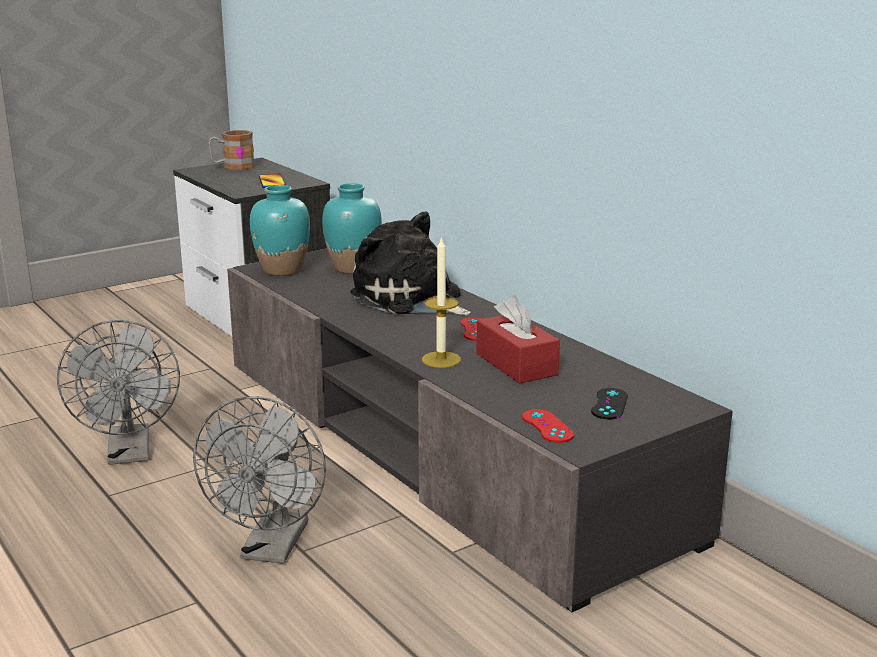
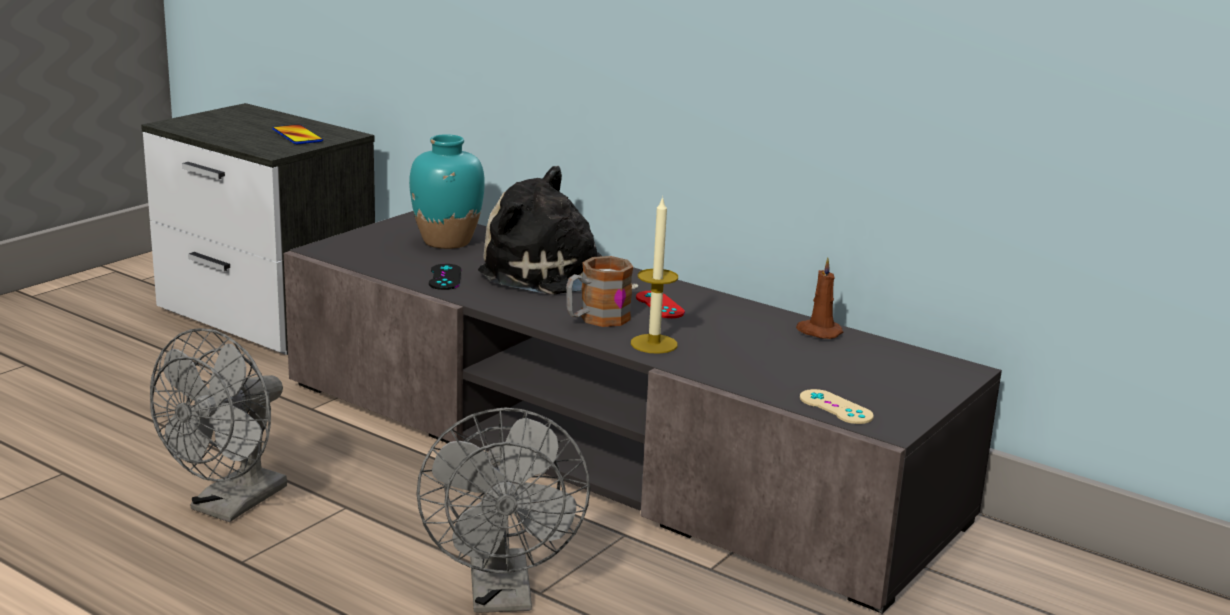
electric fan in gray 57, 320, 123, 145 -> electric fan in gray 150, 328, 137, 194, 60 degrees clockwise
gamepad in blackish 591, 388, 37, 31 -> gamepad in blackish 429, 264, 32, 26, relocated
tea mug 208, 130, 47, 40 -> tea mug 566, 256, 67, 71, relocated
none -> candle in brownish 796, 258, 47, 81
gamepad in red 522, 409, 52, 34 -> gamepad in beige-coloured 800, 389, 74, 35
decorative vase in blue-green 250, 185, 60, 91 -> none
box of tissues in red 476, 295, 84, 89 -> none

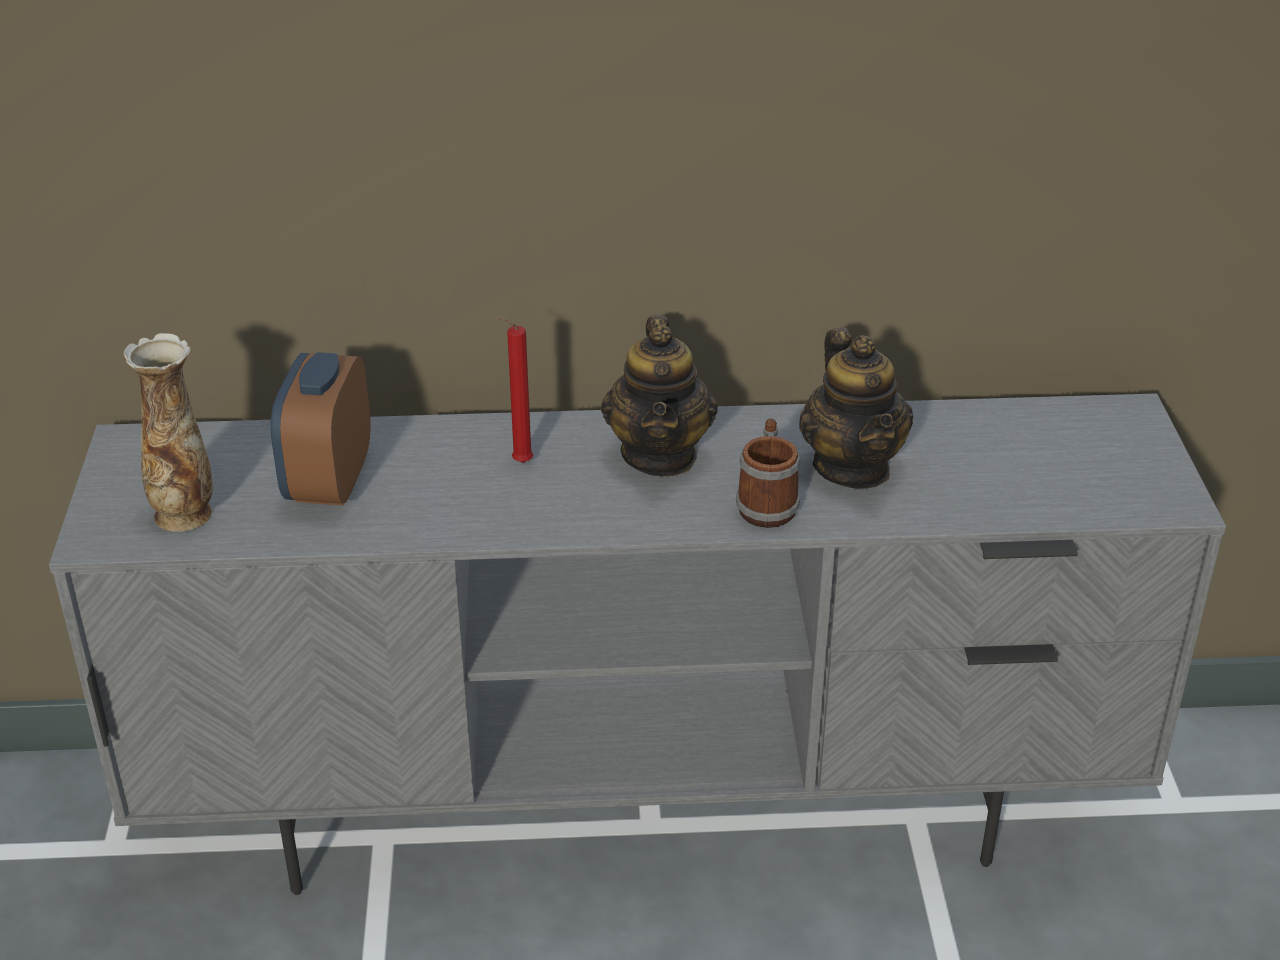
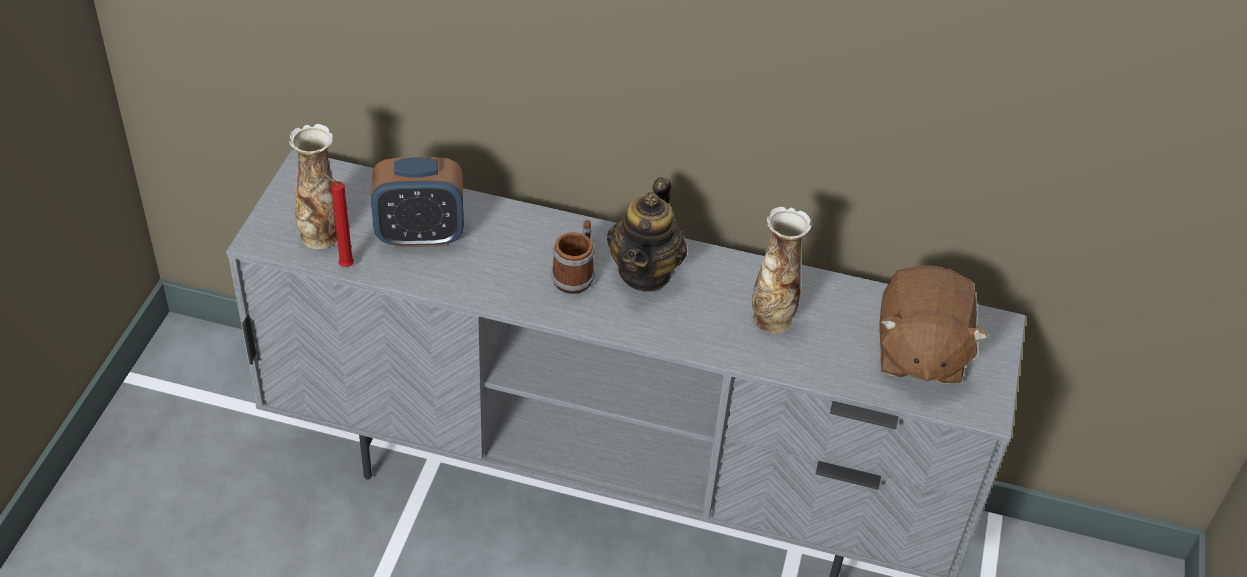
candle in red 496, 316, 37, 147 -> candle in red 324, 174, 30, 93, relocated
table clock 271, 352, 99, 154 -> table clock 371, 157, 93, 90, 120 degrees counterclockwise
tea mug 736, 418, 64, 110 -> tea mug 551, 220, 44, 74, relocated
tea pot 799, 327, 114, 162 -> decorative vase 752, 207, 59, 126
none -> plush toy in brownish 879, 266, 109, 118

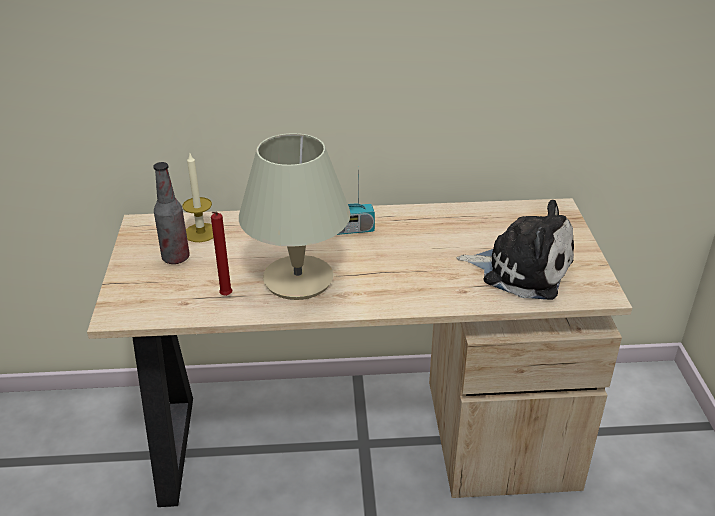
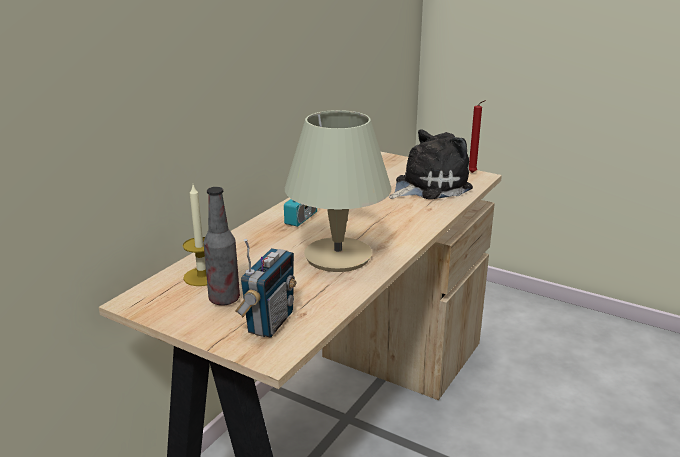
none -> radio receiver 235, 239, 61, 99
candle in red 211, 212, 21, 84 -> candle in red 469, 100, 17, 73, relocated

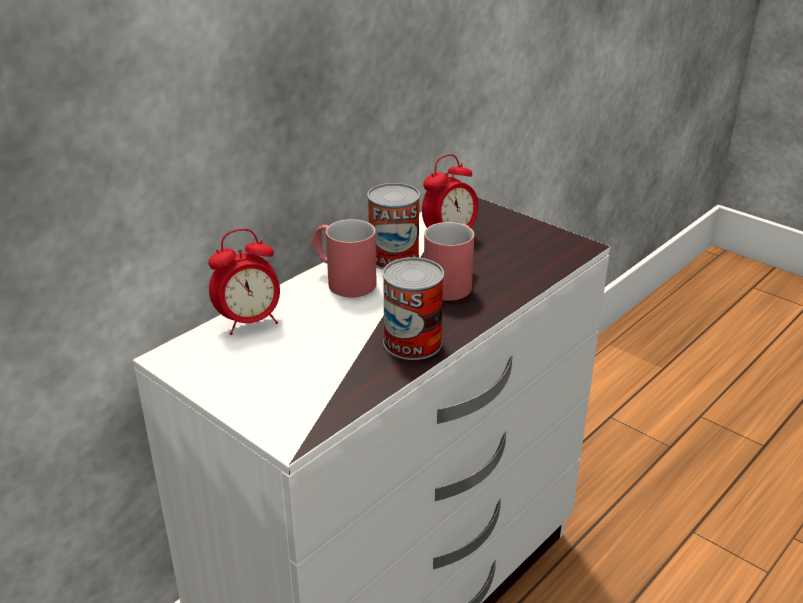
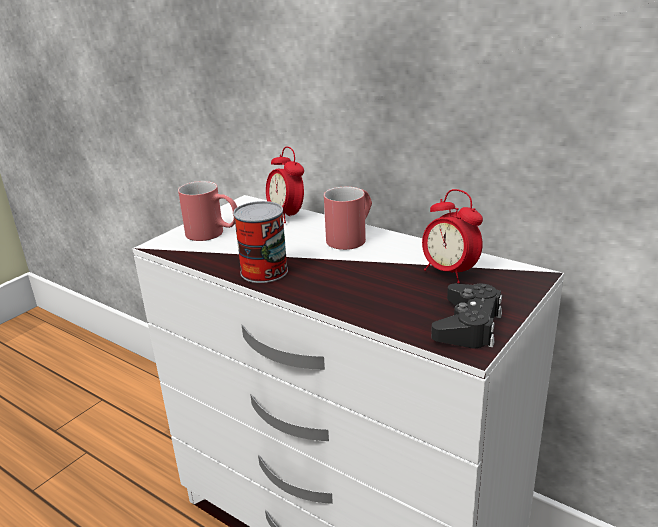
tea mug in red 424, 222, 50, 79 -> tea mug in red 178, 181, 59, 60, relocated
none -> gamepad in blackish 431, 284, 71, 64
sealed can 367, 183, 53, 86 -> none

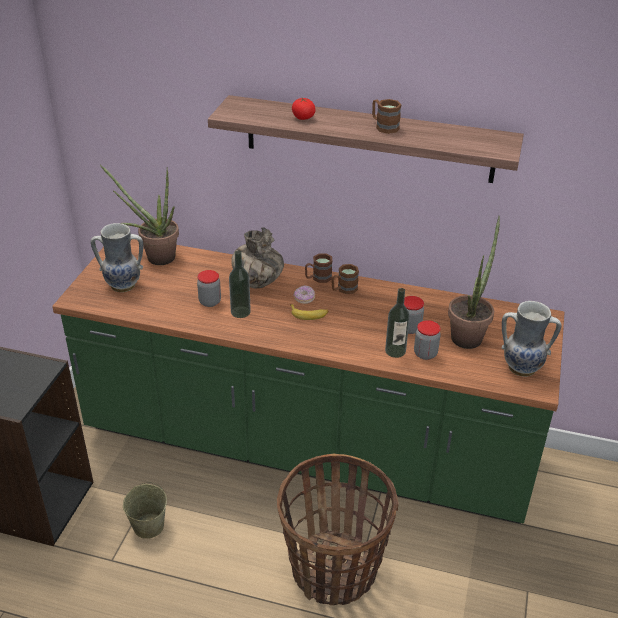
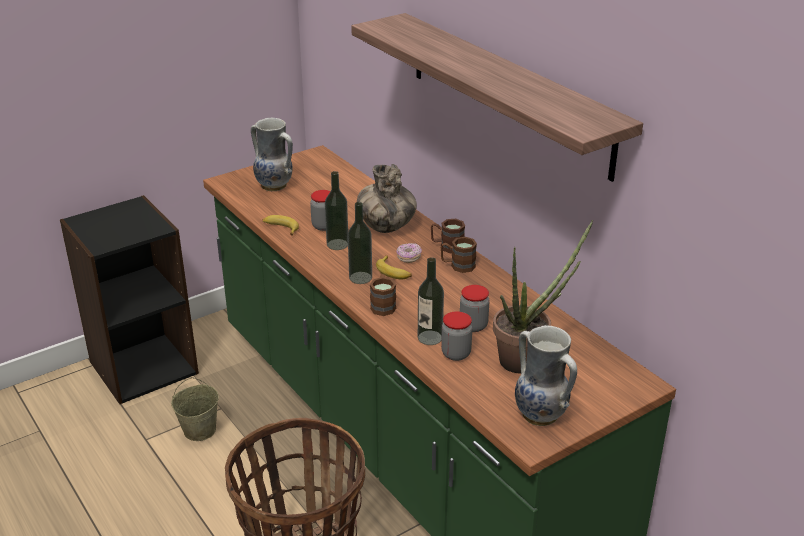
none -> banana 263, 215, 36, 21
none -> drink bottle 348, 202, 24, 82
tea mug in brownish 372, 99, 30, 35 -> tea mug in brownish 370, 274, 26, 42, relocated
potted plant 100, 165, 79, 100 -> none
fresh tomato 292, 98, 24, 22 -> none

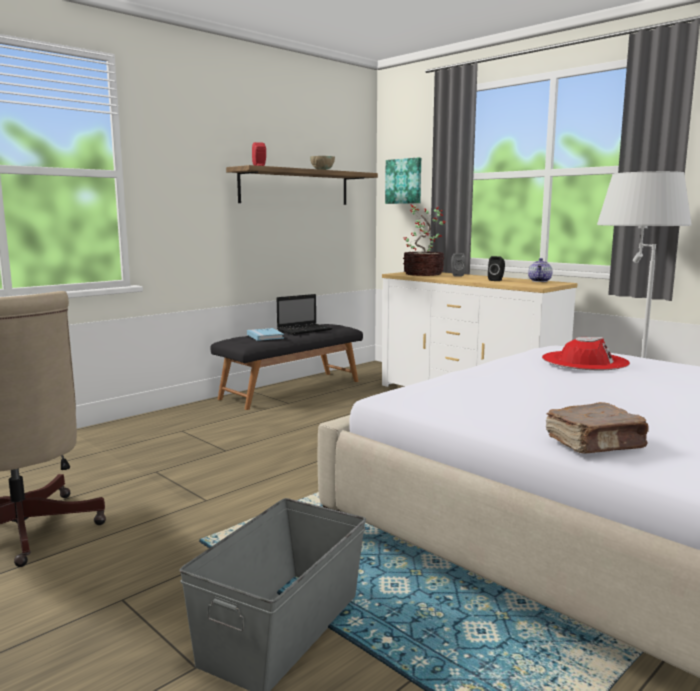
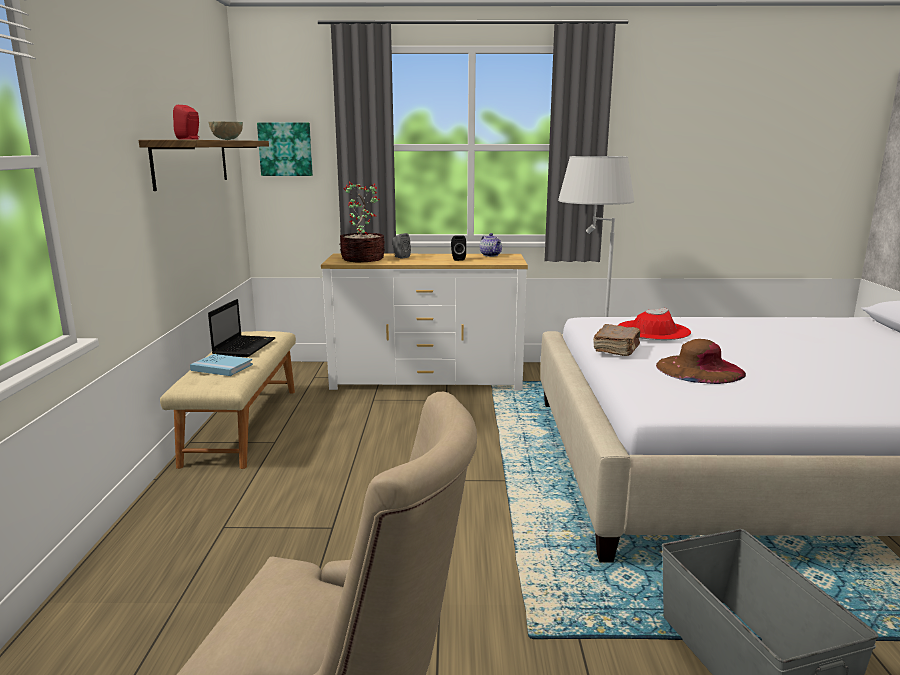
long seat in blackish 210, 324, 153, 86 -> long seat in beige-coloured 160, 331, 136, 138
volume in brownish 546, 402, 103, 52 -> volume in brownish 593, 324, 47, 32, relocated
none -> hat in brownish 656, 339, 90, 45

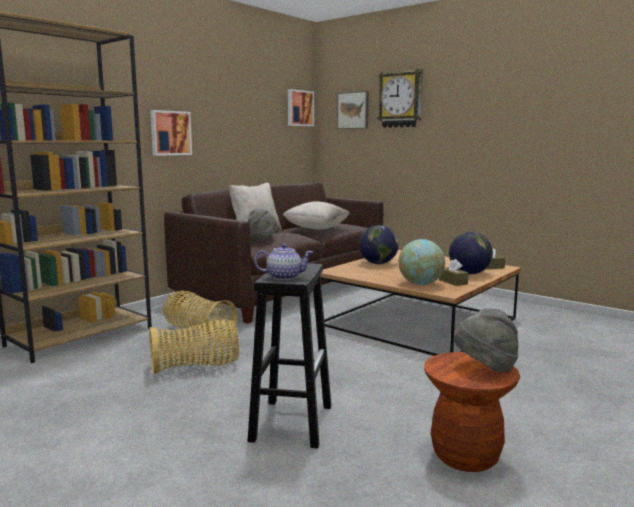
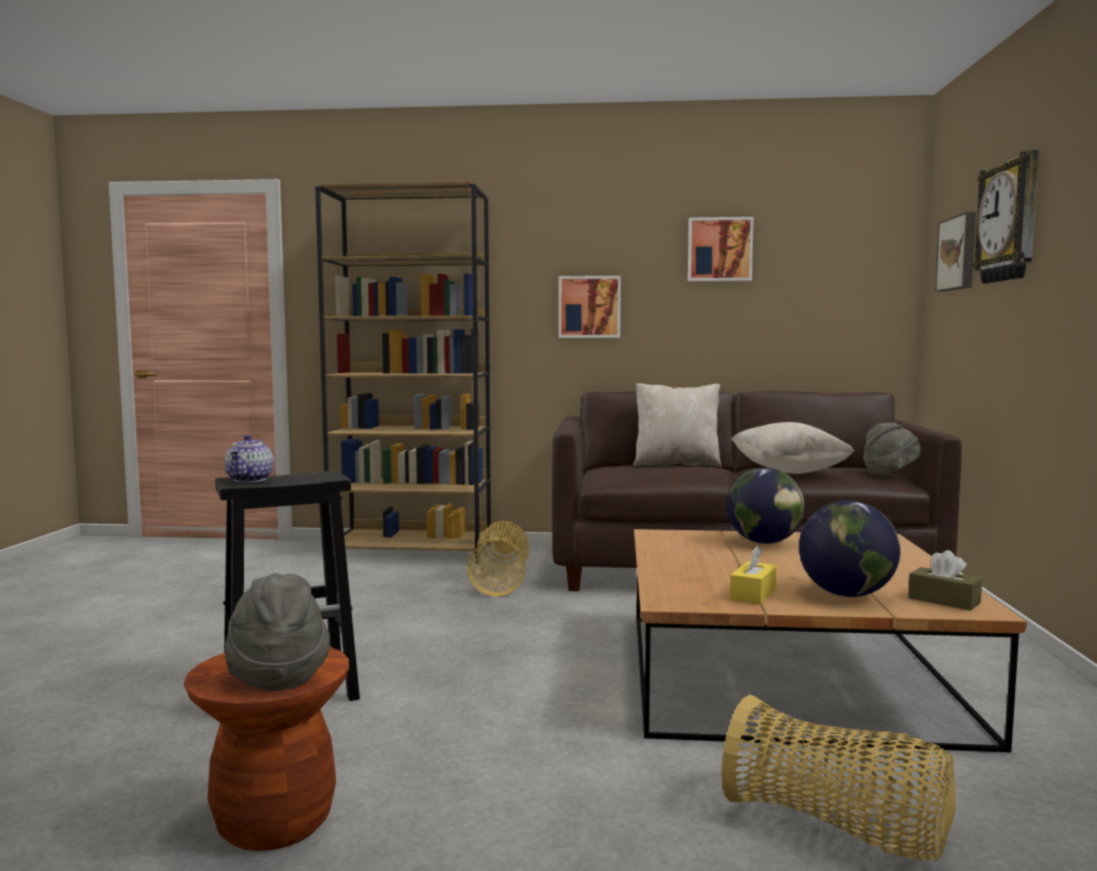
tea pot 254, 243, 59, 37 -> tea pot 224, 435, 50, 47, 45 degrees clockwise
wall picture 288, 89, 26, 37 -> wall picture 688, 217, 66, 64, relocated
basket 149, 320, 90, 55 -> basket 722, 695, 234, 166, relocated
box of tissues in brownish 439, 259, 29, 27 -> box of tissues in yellow 730, 546, 47, 58
hat in gray 248, 209, 29, 33 -> hat in gray 863, 422, 58, 53, relocated
world globe 398, 239, 47, 46 -> none

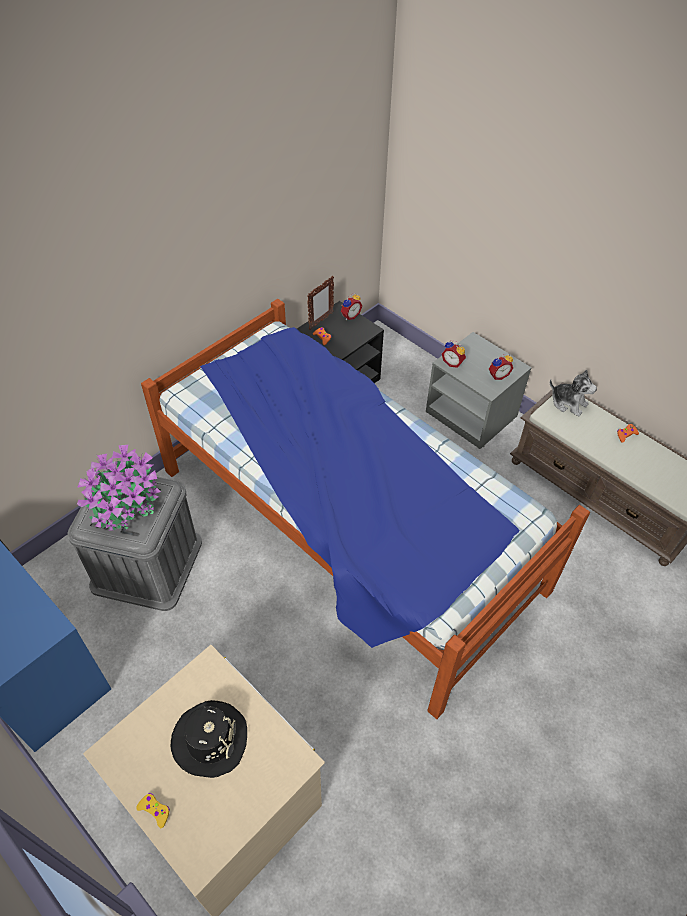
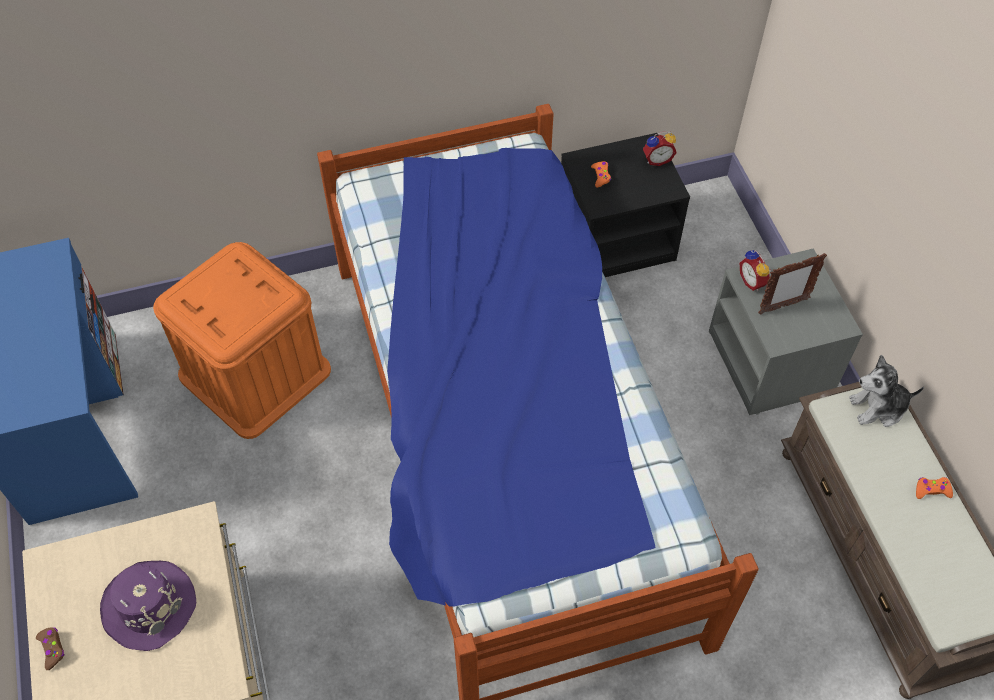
gamepad in yellow 136, 793, 34, 35 -> gamepad in brownish 36, 627, 29, 43
hat in blackish 171, 700, 76, 78 -> hat in purple 100, 561, 96, 90
storage container in gray 67, 471, 135, 140 -> storage container in orange 153, 242, 178, 197
picture frame 307, 276, 27, 54 -> picture frame 758, 253, 69, 62, relocated
plush toy 550, 370, 47, 46 -> plush toy 849, 354, 75, 73, 105 degrees clockwise
potted plant 77, 445, 84, 86 -> none
table clock 489, 354, 24, 26 -> none

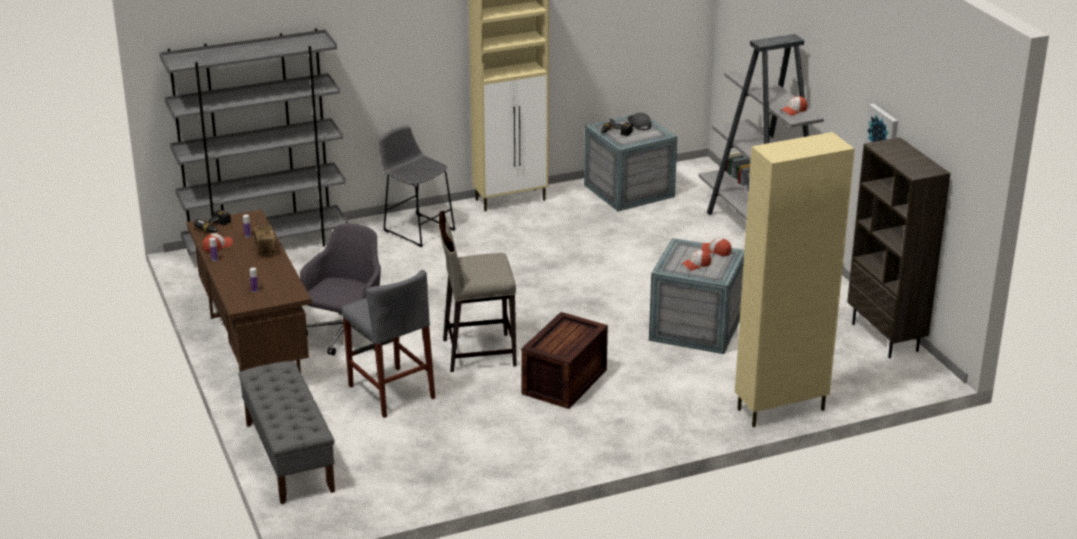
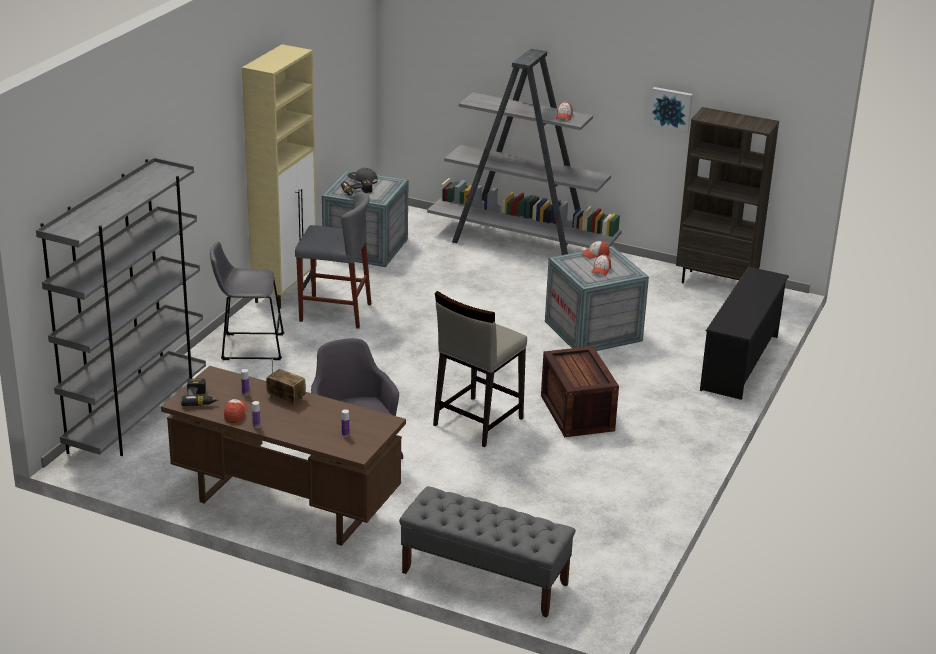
stool in gray 342, 270, 93, 148 -> stool in gray 295, 192, 76, 137, relocated
storage cabinet in beige-coloured 735, 132, 120, 295 -> shoe stand in blackish 700, 267, 89, 133

